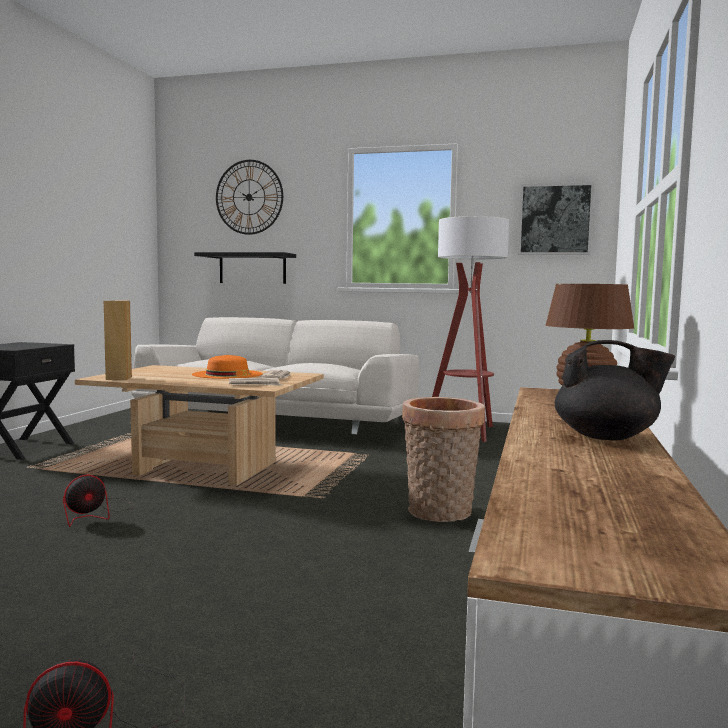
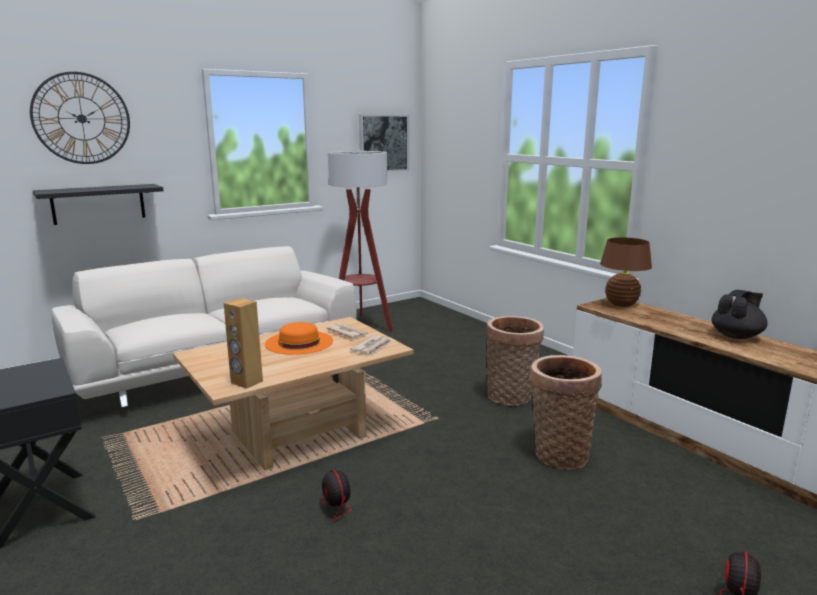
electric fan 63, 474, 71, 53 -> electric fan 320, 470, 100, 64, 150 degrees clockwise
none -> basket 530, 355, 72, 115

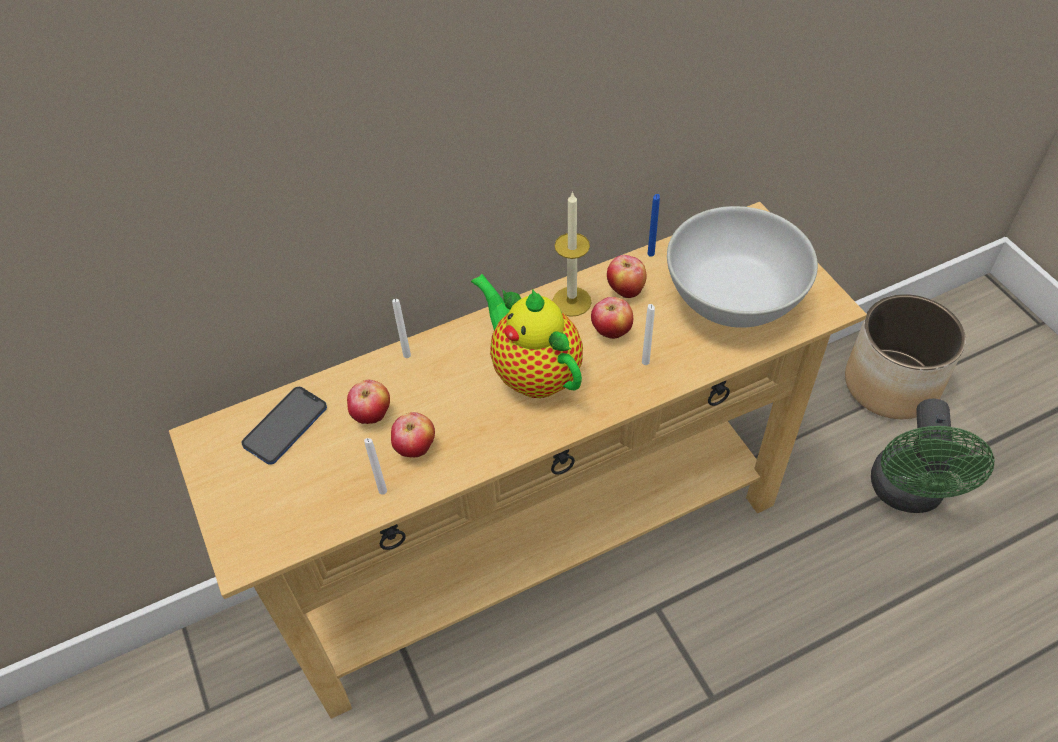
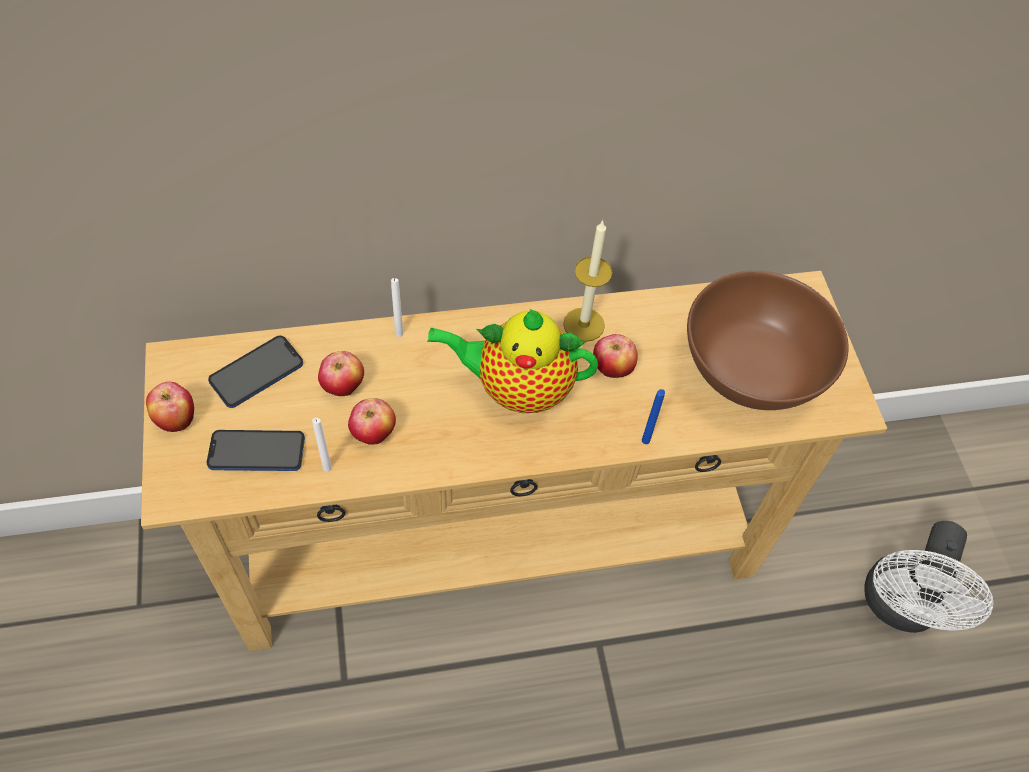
whole apple 607, 255, 40, 43 -> whole apple 146, 382, 48, 50, relocated
none -> phone 206, 430, 99, 41
tea pot 471, 274, 112, 124 -> tea pot 427, 309, 171, 104, 60 degrees counterclockwise
candle in blue 648, 194, 12, 63 -> candle in blue 642, 389, 23, 55, relocated
deep dish in white-coloured 667, 206, 151, 122 -> deep dish in brownish 687, 271, 162, 139
electric fan in green 871, 399, 123, 114 -> electric fan in white-coloured 864, 521, 129, 112
candle in white-coloured 642, 304, 13, 61 -> none
plant pot 845, 294, 121, 125 -> none

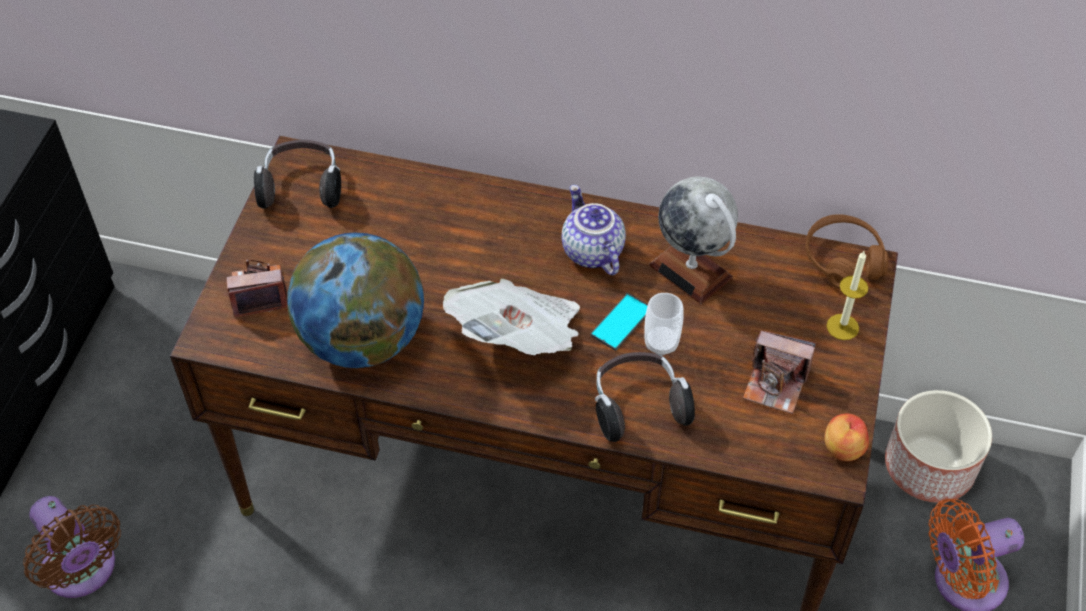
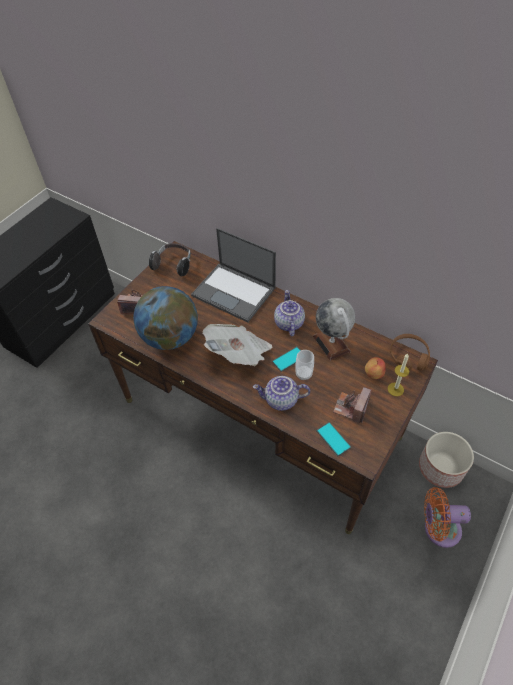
none -> laptop 191, 228, 85, 94
headphones 595, 352, 100, 90 -> tea pot 253, 376, 57, 35
none -> phone 316, 422, 35, 35
still camera 743, 330, 73, 84 -> still camera 333, 387, 39, 36, 75 degrees clockwise
whole apple 824, 414, 45, 47 -> whole apple 365, 357, 21, 23, relocated
electric fan in brownish 23, 496, 98, 102 -> none

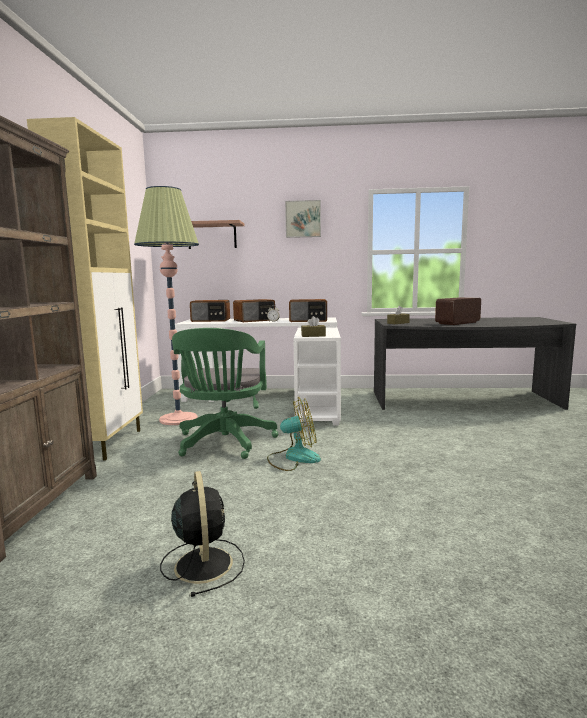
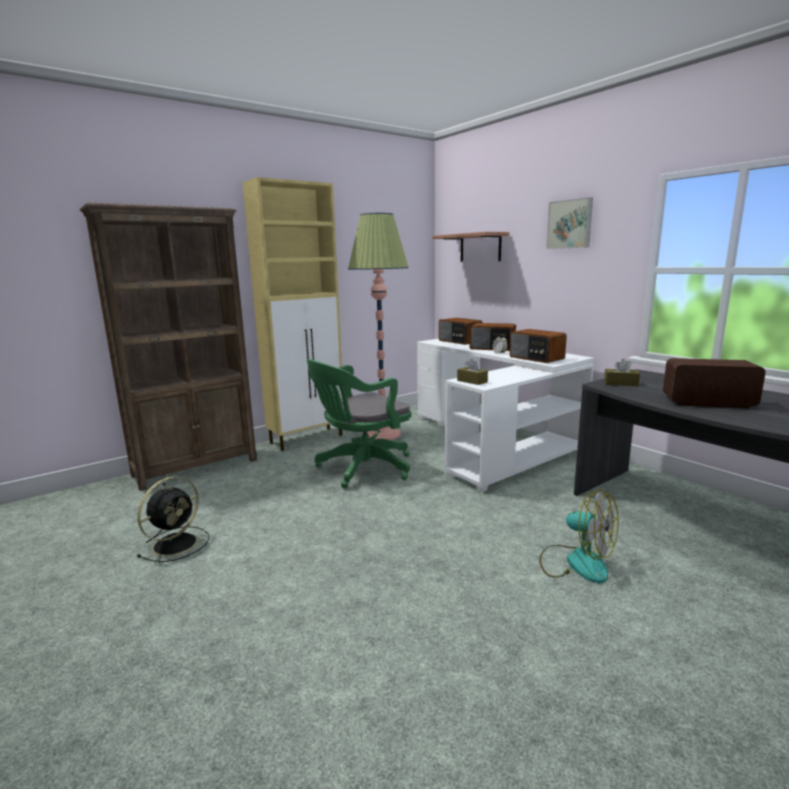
electric fan 267, 397, 54, 74 -> electric fan 539, 489, 79, 94, relocated

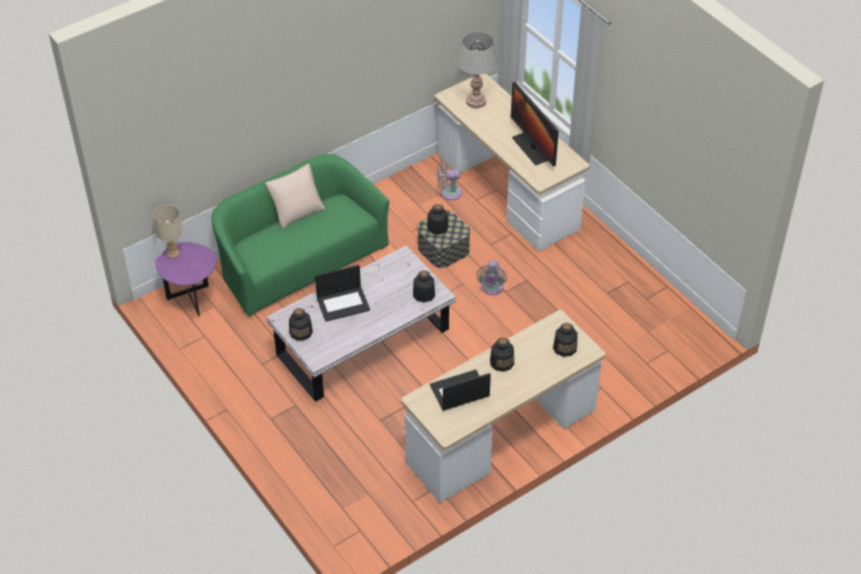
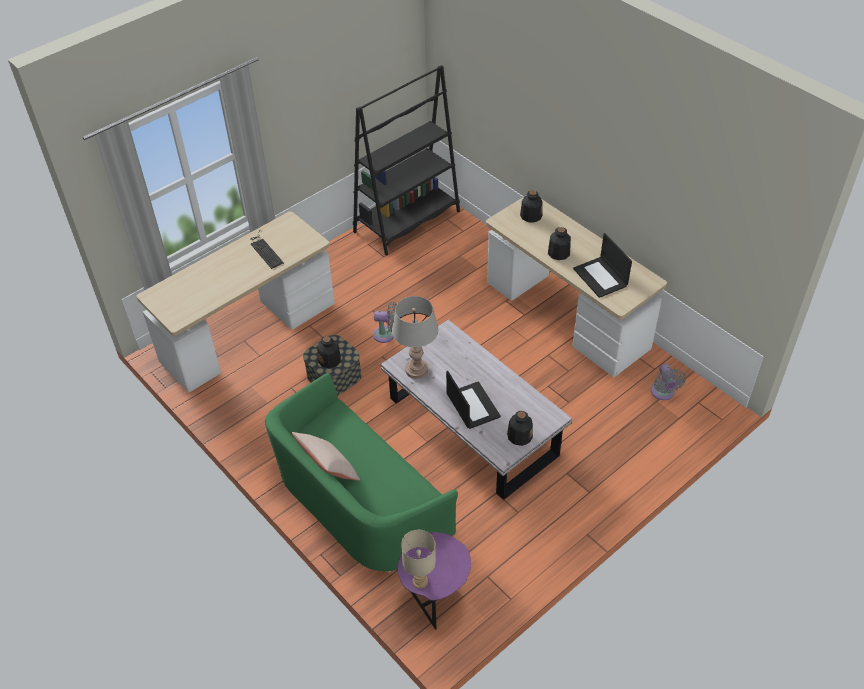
computer screen 511, 82, 48, 85 -> keyboard 251, 230, 33, 39
none -> bookshelf in blackish 353, 65, 107, 191
tabletop lamp in gray 457, 31, 40, 77 -> tabletop lamp in gray 392, 296, 46, 83, relocated
electric fan in gray 438, 161, 24, 39 -> electric fan in gray 651, 364, 35, 36, relocated
drink bottle 413, 270, 22, 33 -> none

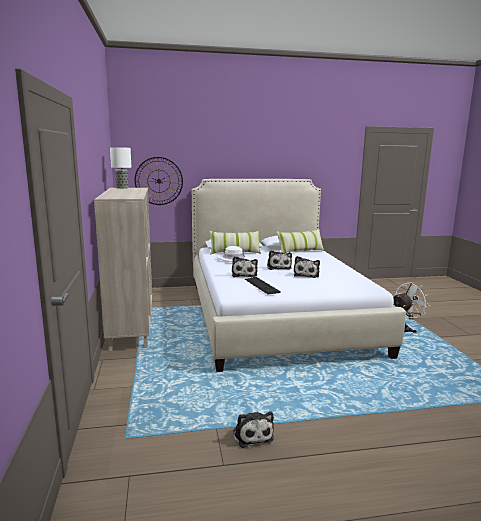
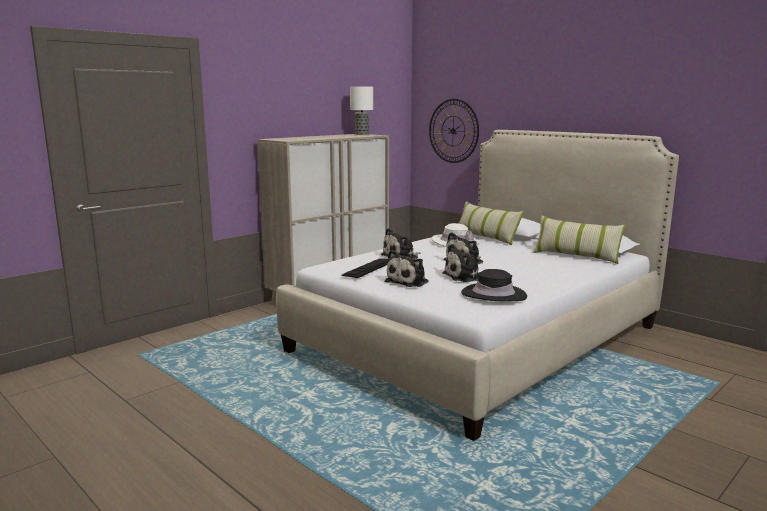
plush toy 233, 412, 41, 36 -> plush toy 385, 250, 44, 37, relocated
none -> hat in blackish 461, 269, 66, 32
electric fan in white-coloured 393, 282, 36, 51 -> none

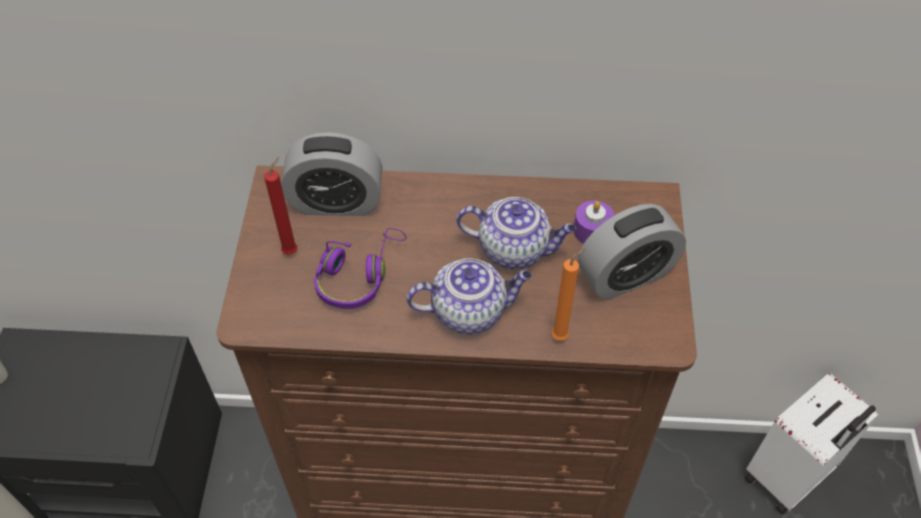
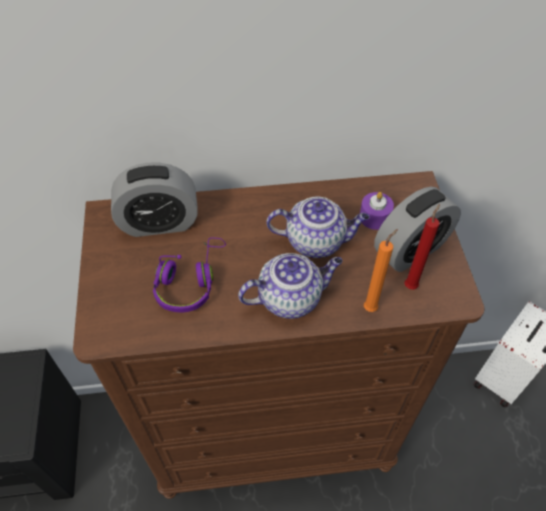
candle in red 264, 157, 33, 98 -> candle in red 405, 204, 35, 86, relocated

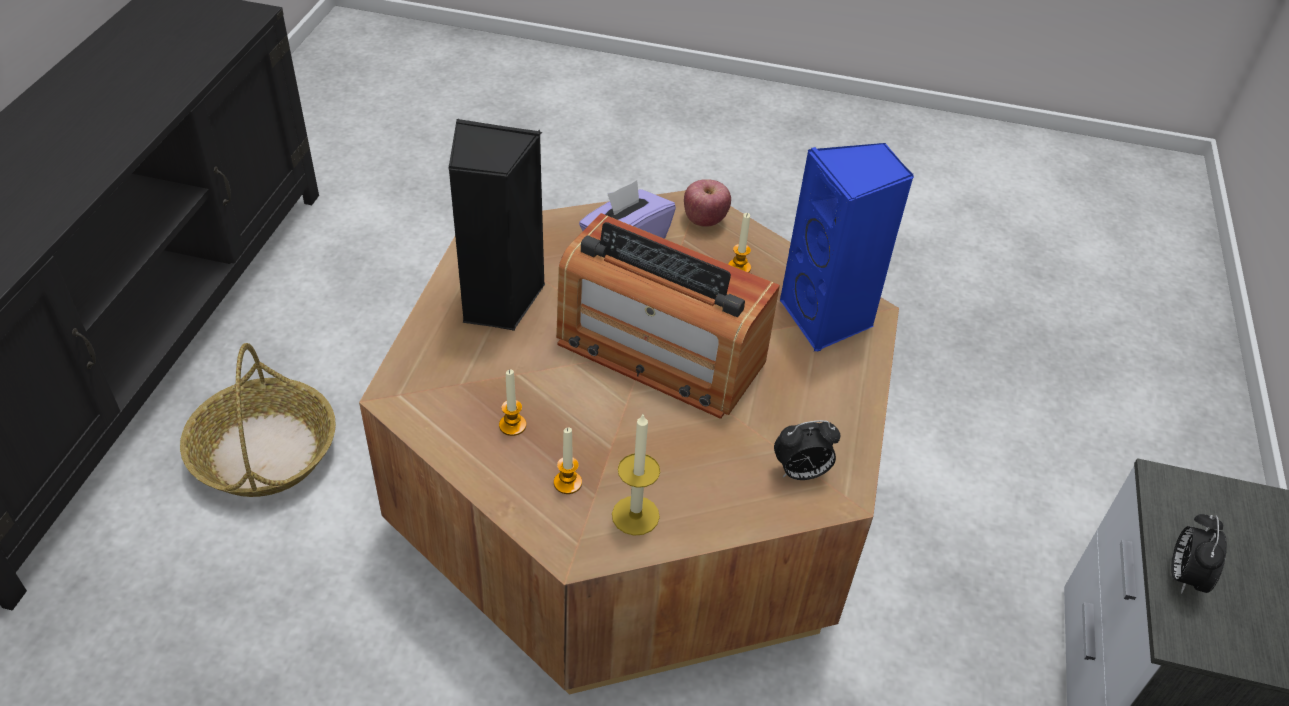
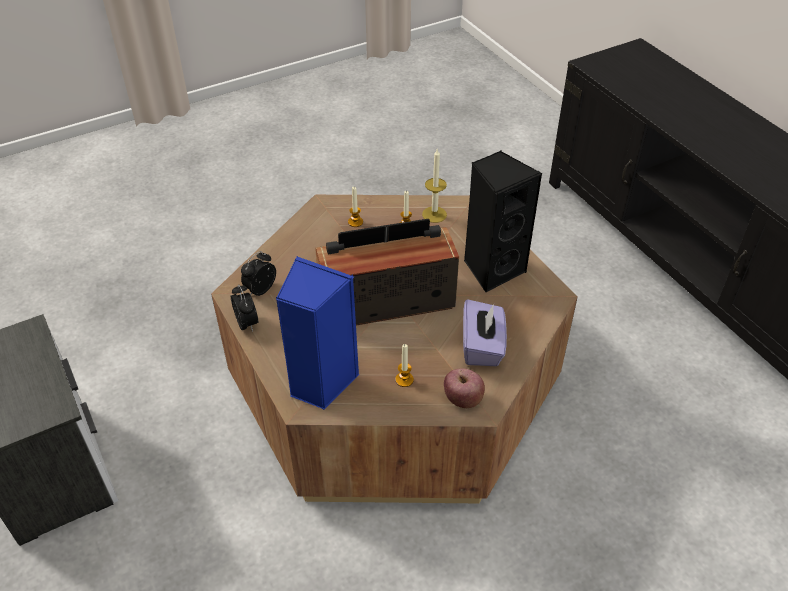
table clock 1171, 514, 56, 80 -> table clock 231, 285, 27, 47, relocated
candle 612, 414, 48, 122 -> candle 422, 149, 25, 74, relocated
basket 180, 343, 156, 154 -> none

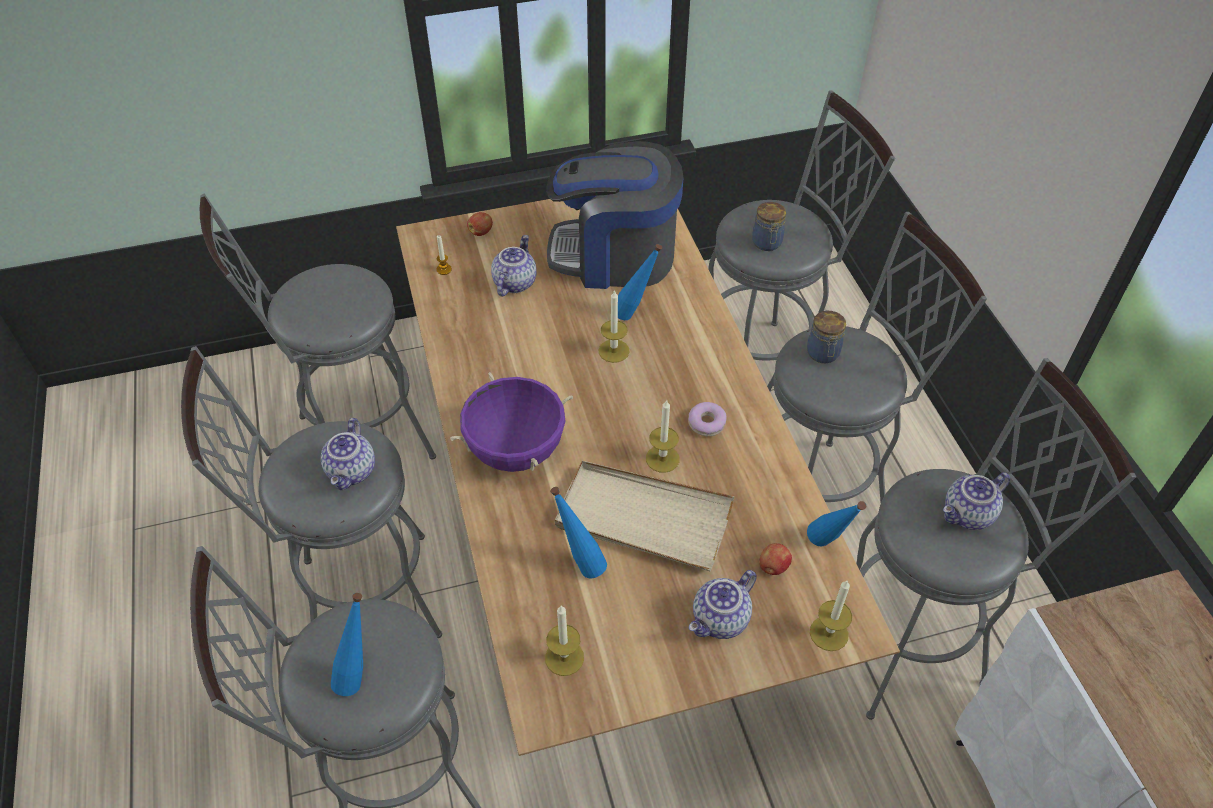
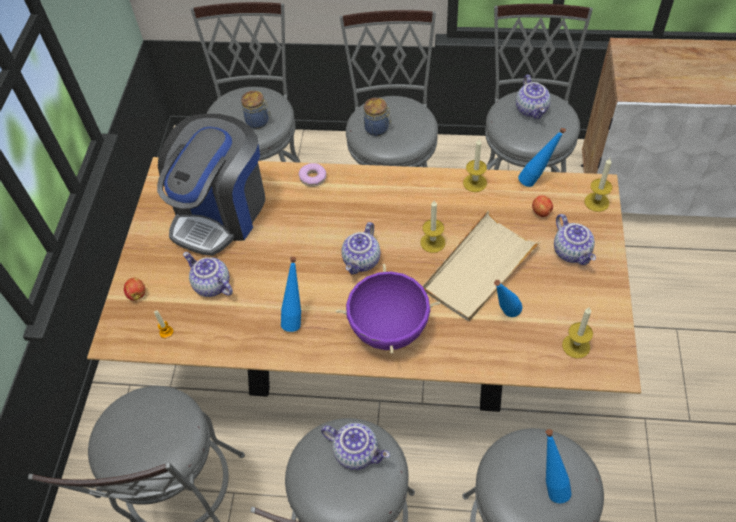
drink bottle in blue 618, 244, 44, 76 -> drink bottle in blue 281, 257, 20, 75, relocated
donut 688, 402, 38, 34 -> donut 298, 163, 28, 24, relocated
none -> tea pot 341, 222, 39, 52
candle 598, 290, 32, 73 -> candle 463, 139, 24, 53, relocated

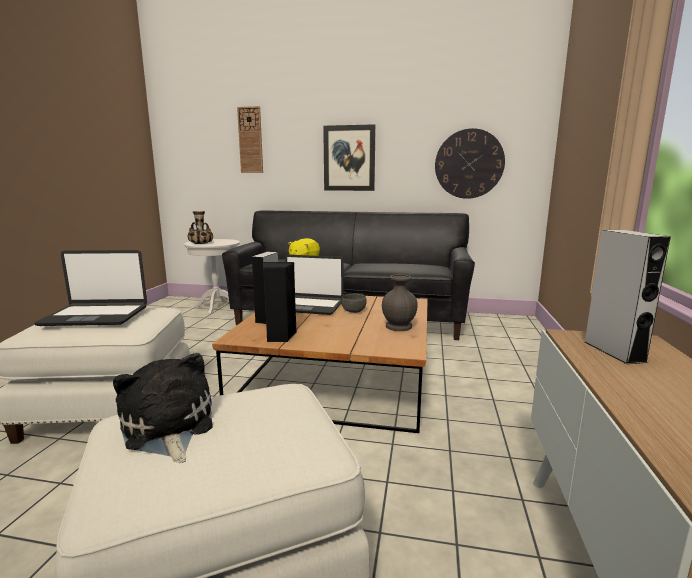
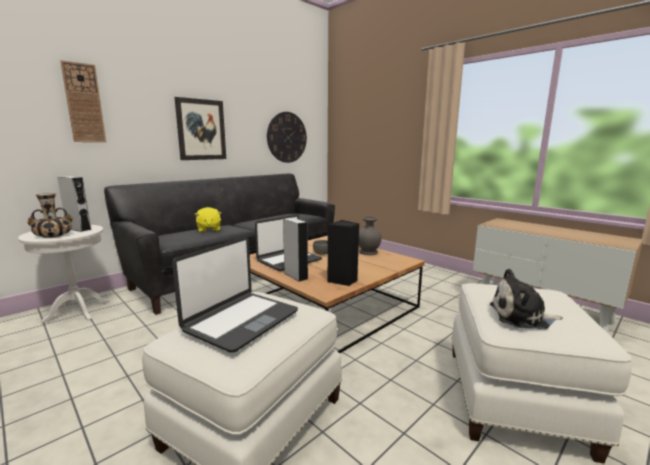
speaker in gray 585, 230, 86, 134 -> speaker in gray 57, 176, 34, 56, relocated

